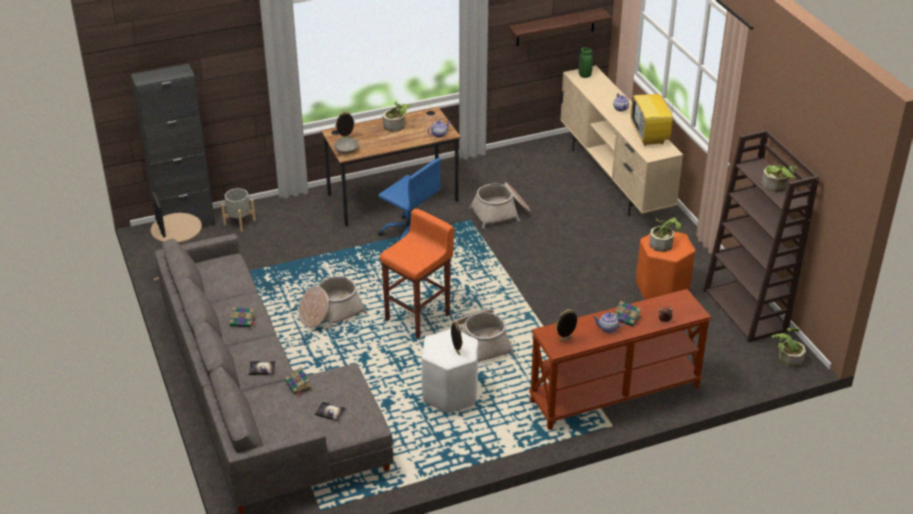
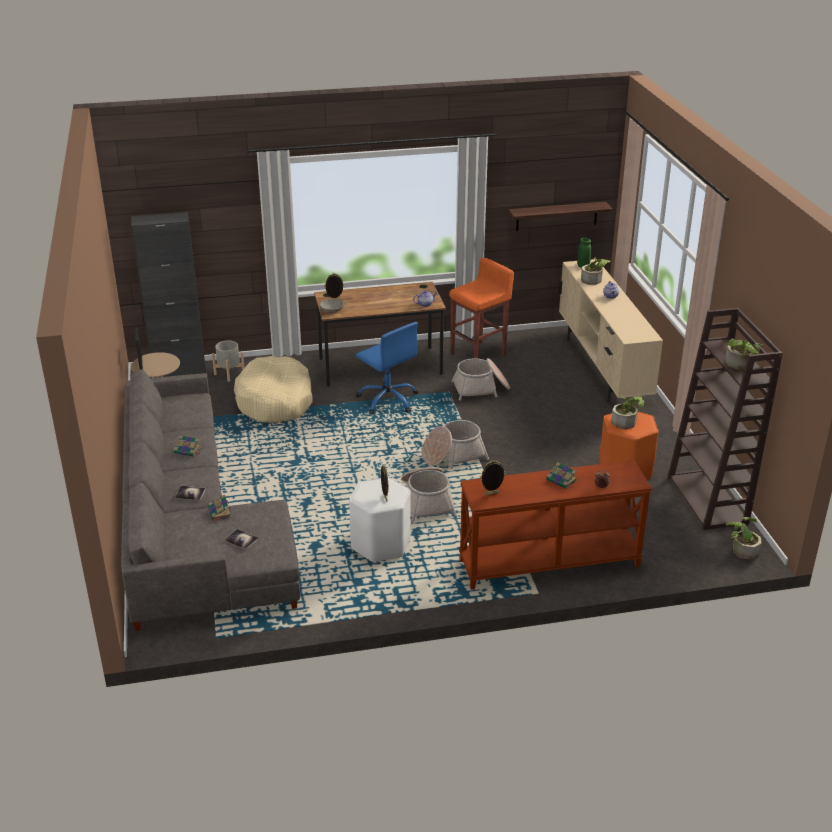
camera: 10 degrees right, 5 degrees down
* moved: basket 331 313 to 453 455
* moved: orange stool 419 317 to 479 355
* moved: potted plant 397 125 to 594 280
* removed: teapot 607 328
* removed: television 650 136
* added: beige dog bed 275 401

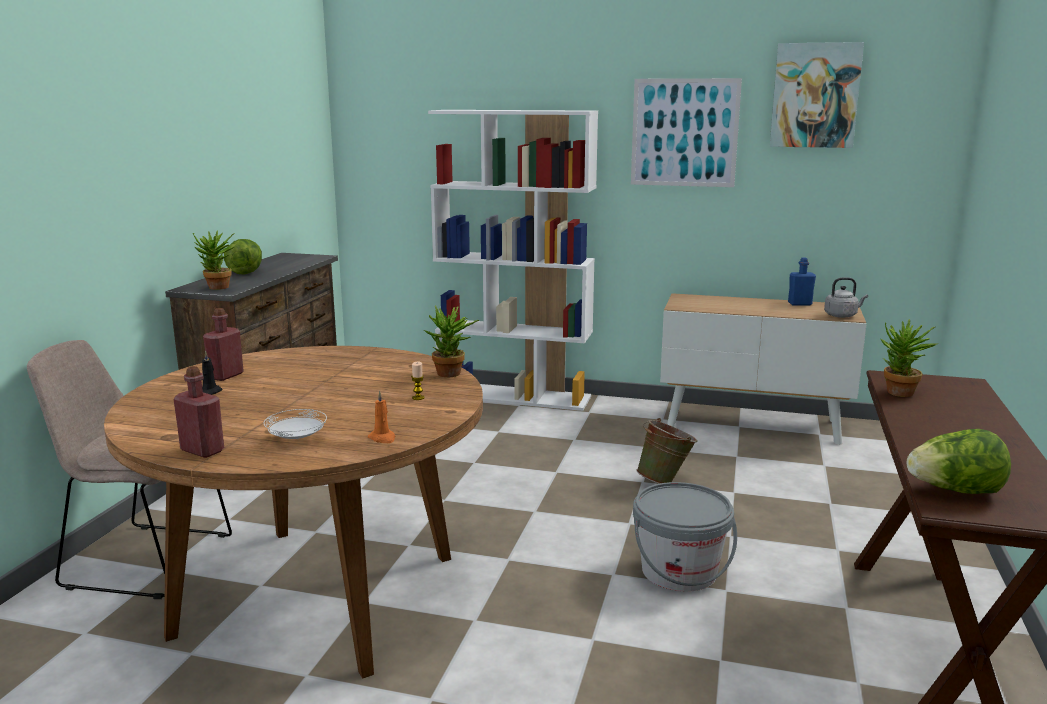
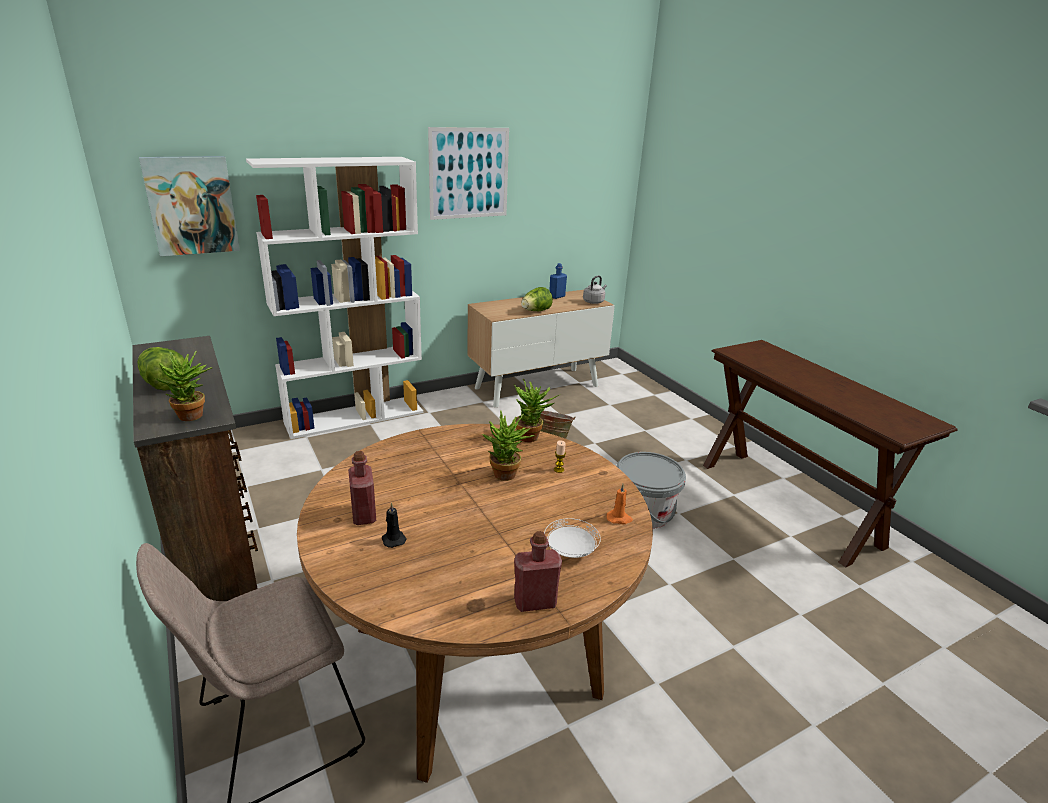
camera: 45 degrees left, 10 degrees up
* moved: picture 815 95 to 191 205
* moved: potted plant 900 394 to 506 477
* moved: lettuce 955 491 to 536 311

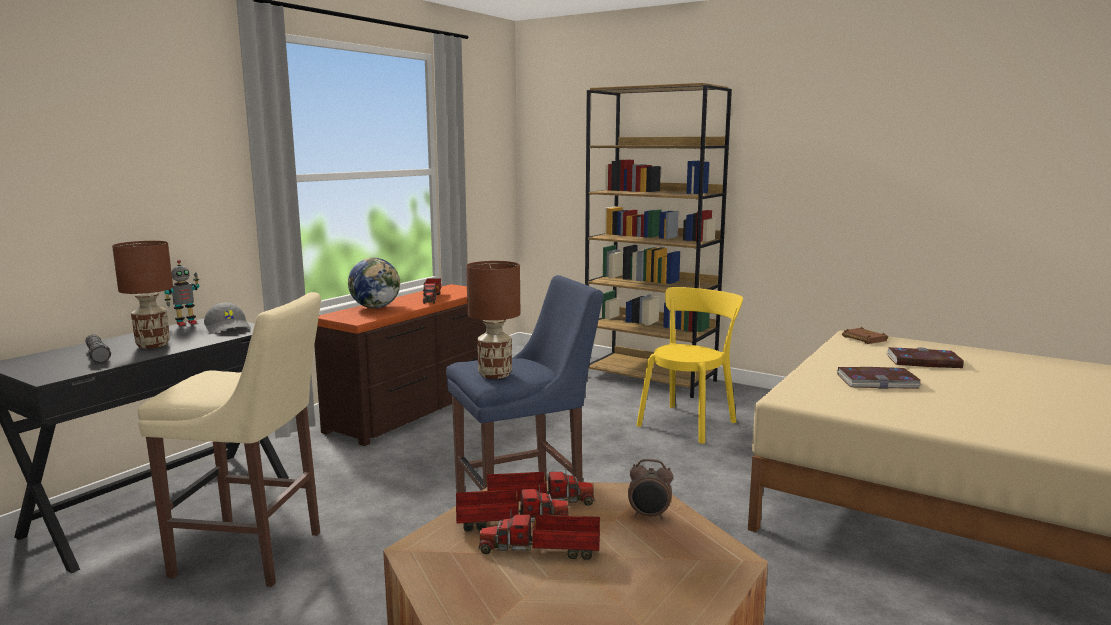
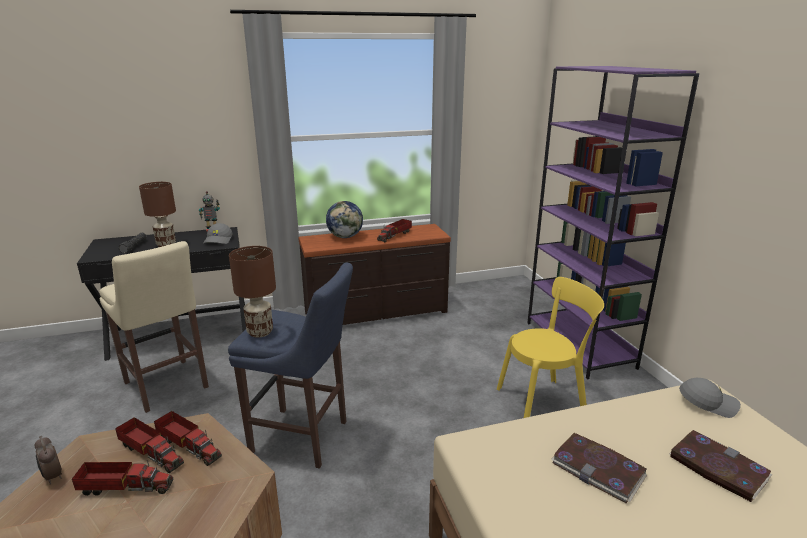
camera: 40 degrees right, 10 degrees up
* turned: toy truck 543 550 = 124 487 135 degrees clockwise
* recoloured: brown bookcase 650 379 to purple bookcase 579 344
* moved: alarm clock 649 516 to 53 476
* replaced: brown book 862 339 to grey cap 707 403

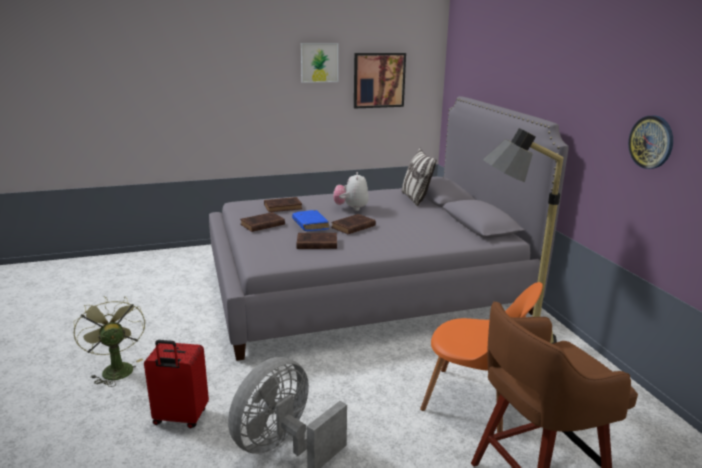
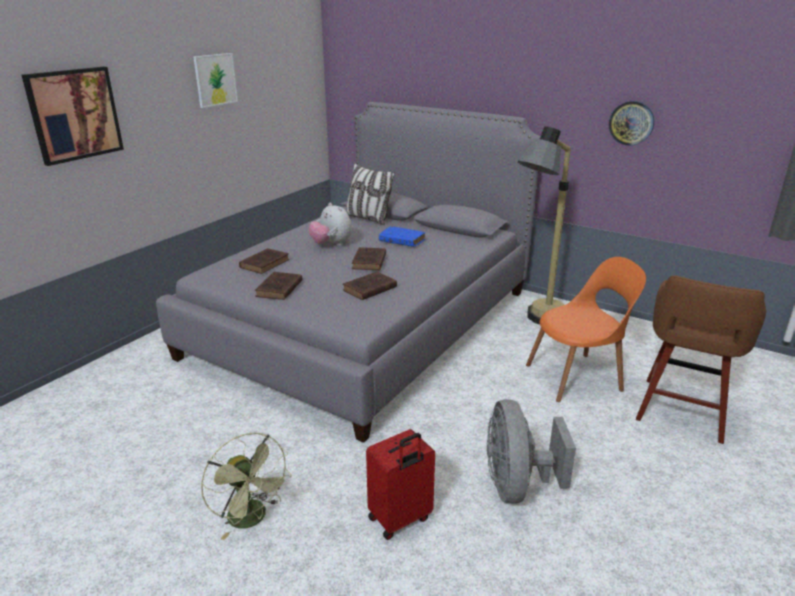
camera: 40 degrees left, 5 degrees up
* turned: green fan 115 368 = 252 519 150 degrees counterclockwise
* moved: blue book 310 225 to 402 241
* moved: picture 379 80 to 74 114

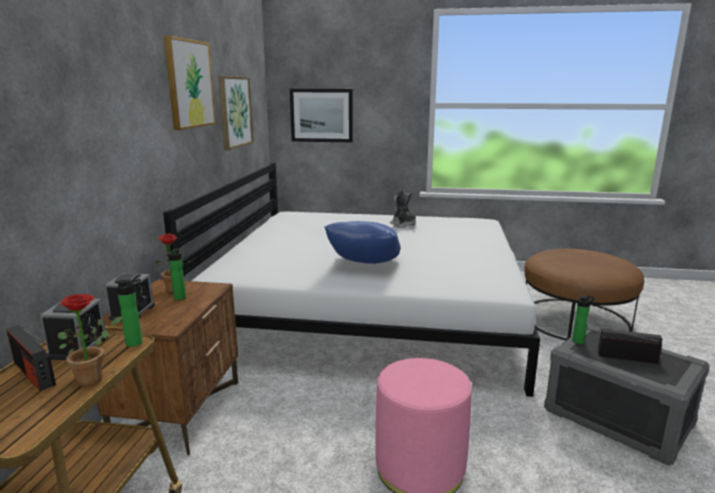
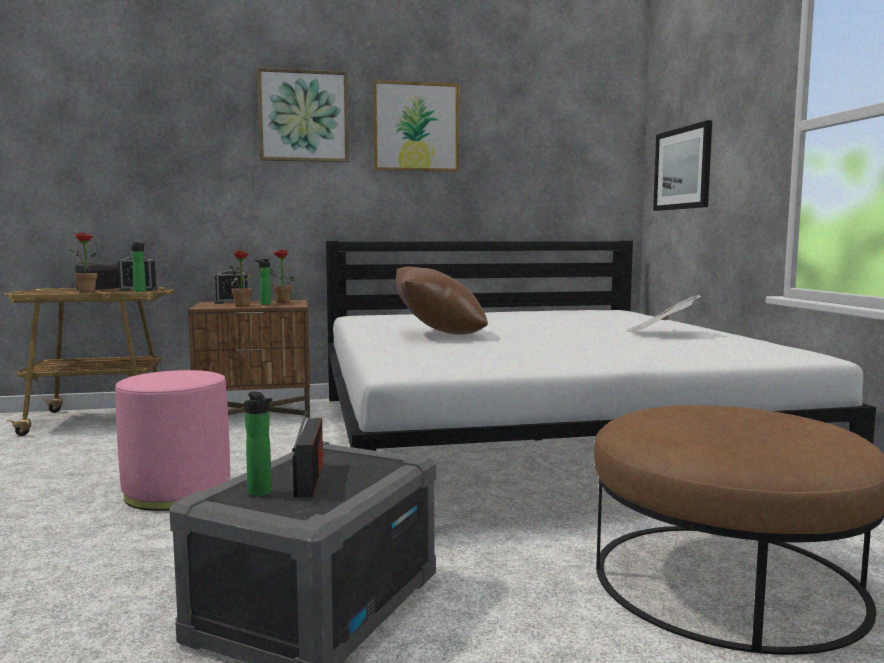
camera: 70 degrees right, 10 degrees down
* moved: picture 234 112 to 303 116
* recoloured: blue pillow 364 266 to brown pillow 438 334
* replaced: plush toy 403 225 to newspaper 660 333
* moved: bottle 579 341 to 261 493
* added: potted plant 245 306

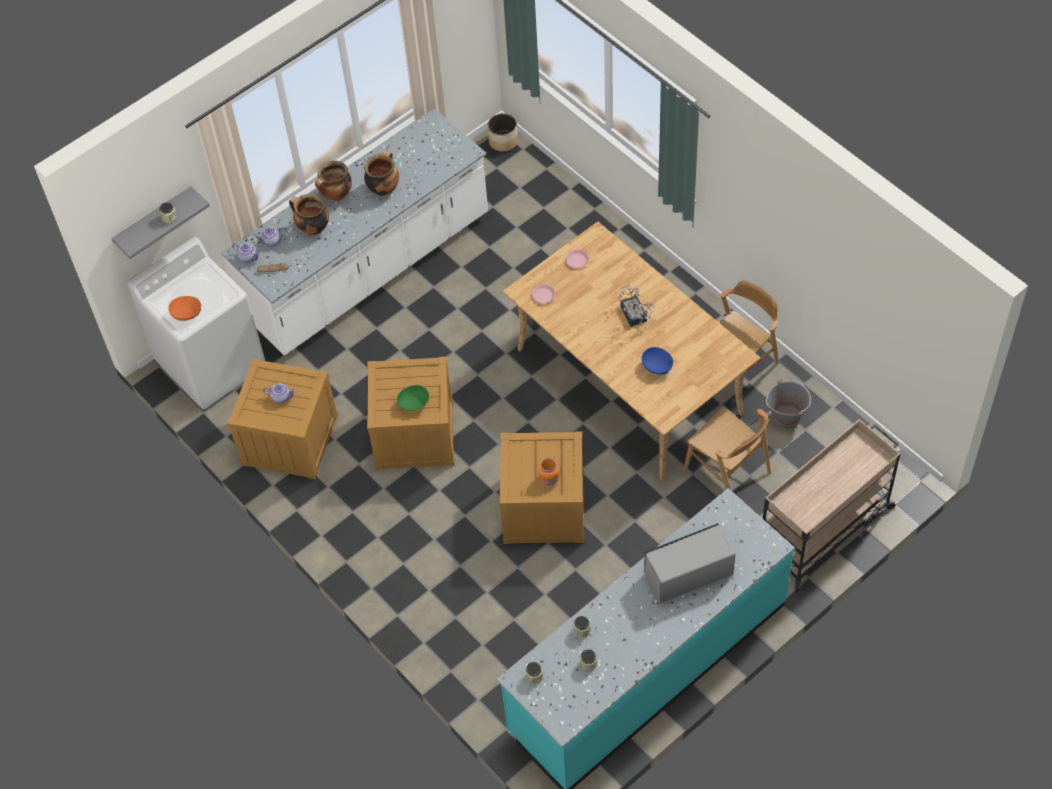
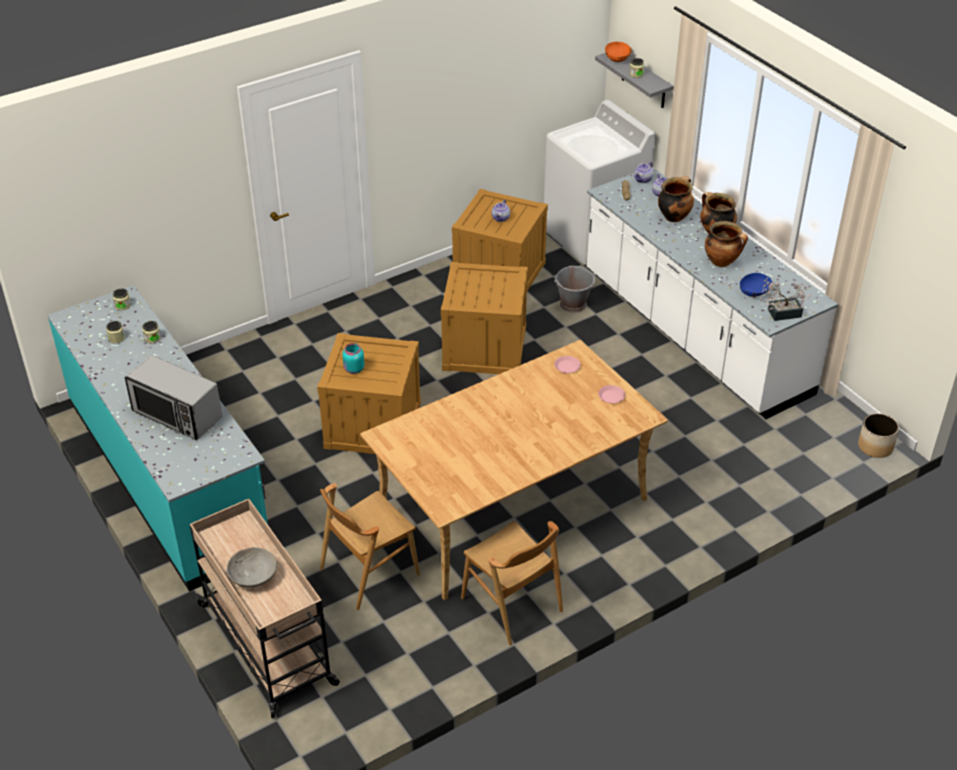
camera: 95 degrees right, 15 degrees down
* moved: orange bowl 187 313 to 617 59
* removed: green bowl 414 404
* recoloured: orange jar 550 479 to turquoise jar 353 369
* moved: potted plant 634 317 to 780 313
* moved: blue bowl 657 366 to 754 293
* turned: microwave 687 573 = 177 415 135 degrees clockwise
* moved: grey bucket 786 416 to 573 304
* added: grey bowl 253 576

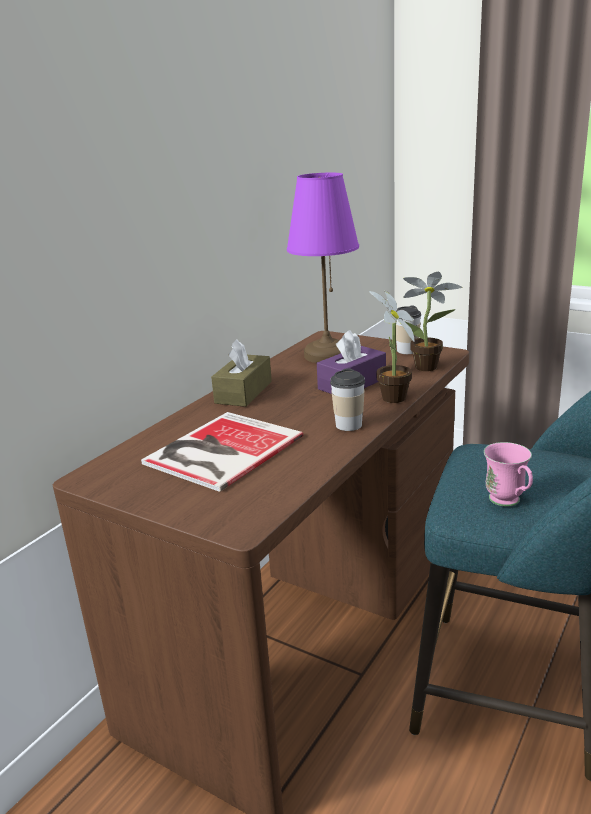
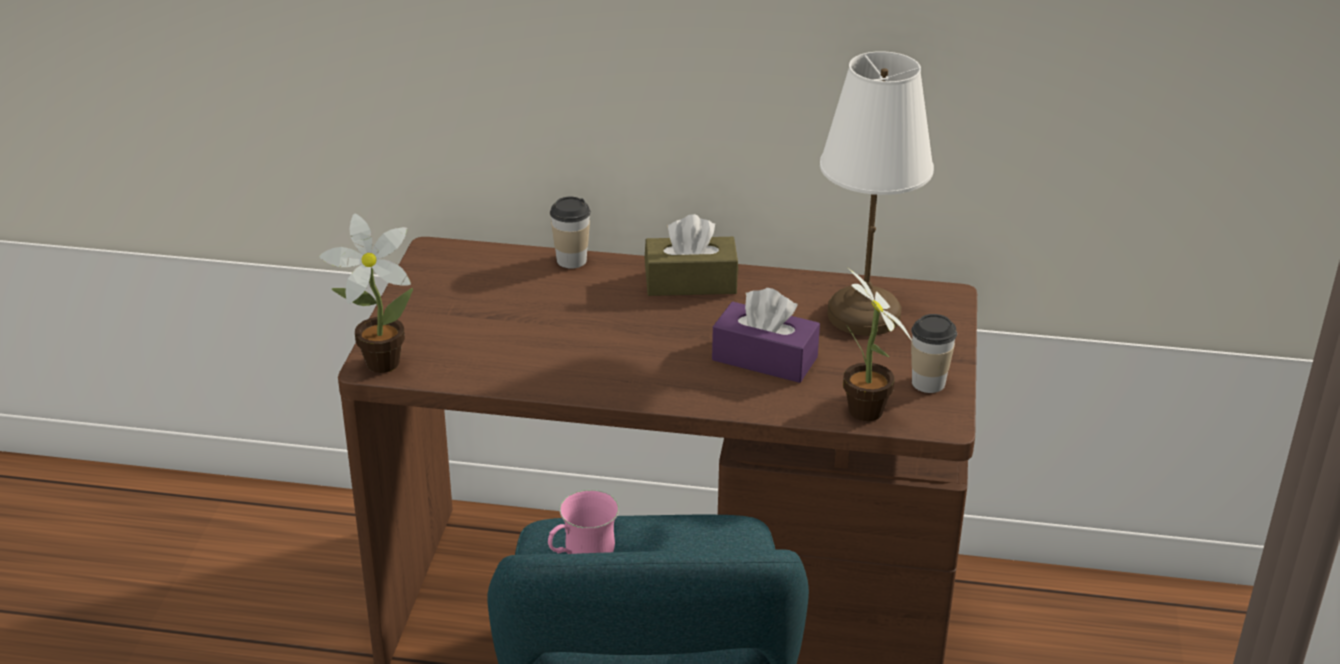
camera: 65 degrees right, 10 degrees up
* removed: book 219 451
* recoloured: purple table lamp 326 355 to white table lamp 862 314
* moved: cup 348 425 to 571 260
* moved: potted plant 392 400 to 376 362

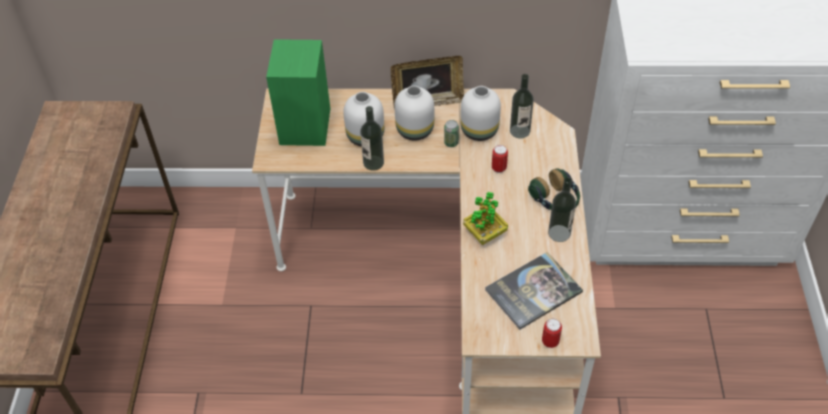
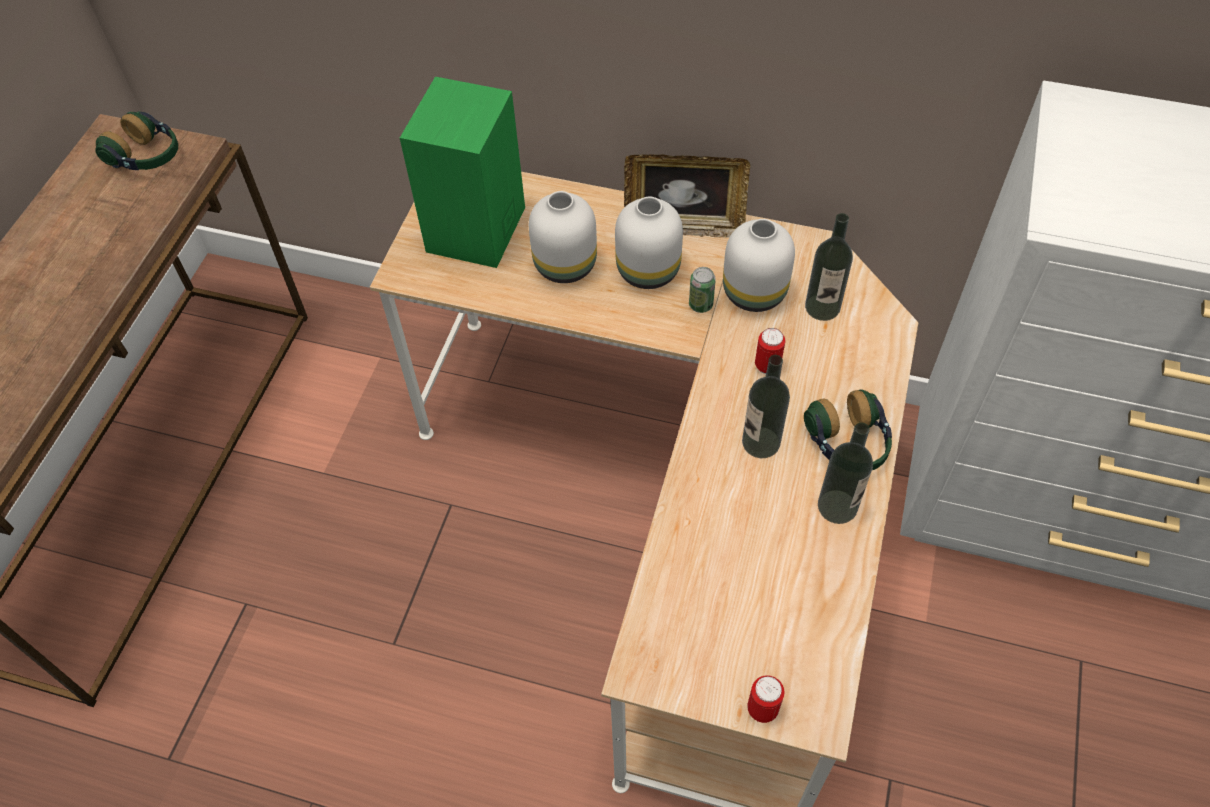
camera: 15 degrees right, 5 degrees up
* moved: bottle 373 163 to 761 442
* removed: potted plant 485 233
* removed: book 533 291
* added: headphones 147 157

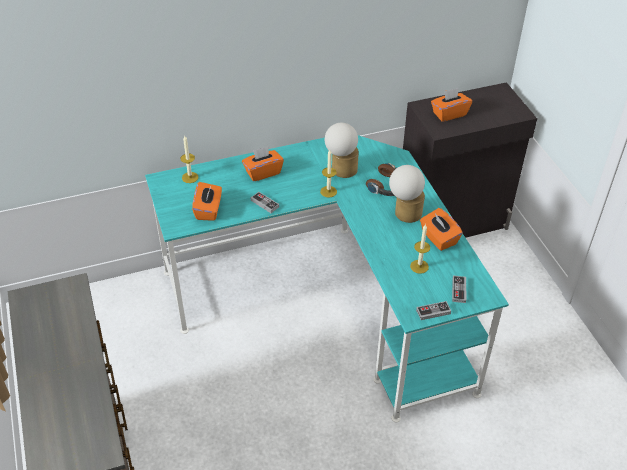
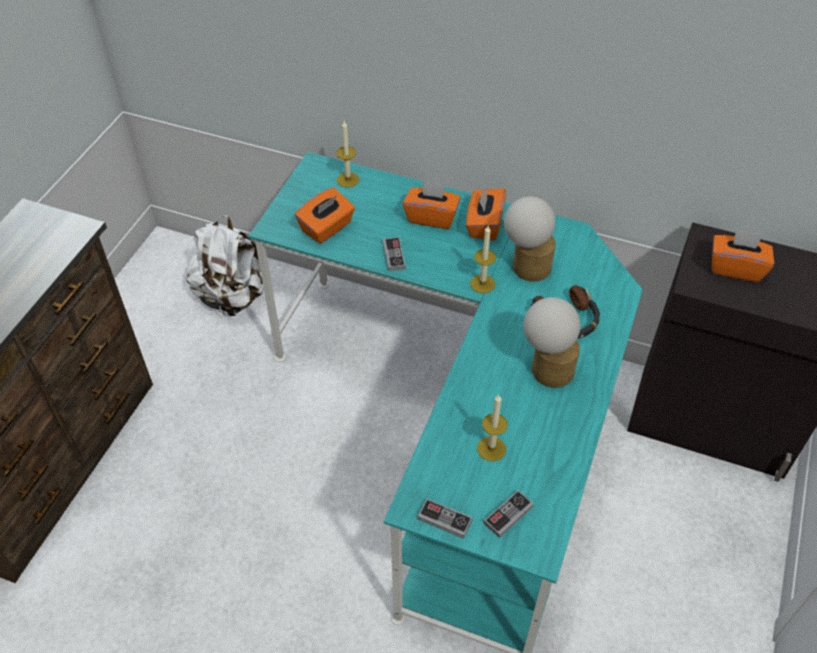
camera: 40 degrees right, 5 degrees up
* moved: orange tissue box 438 238 to 484 225
* added: white backpack 232 297

